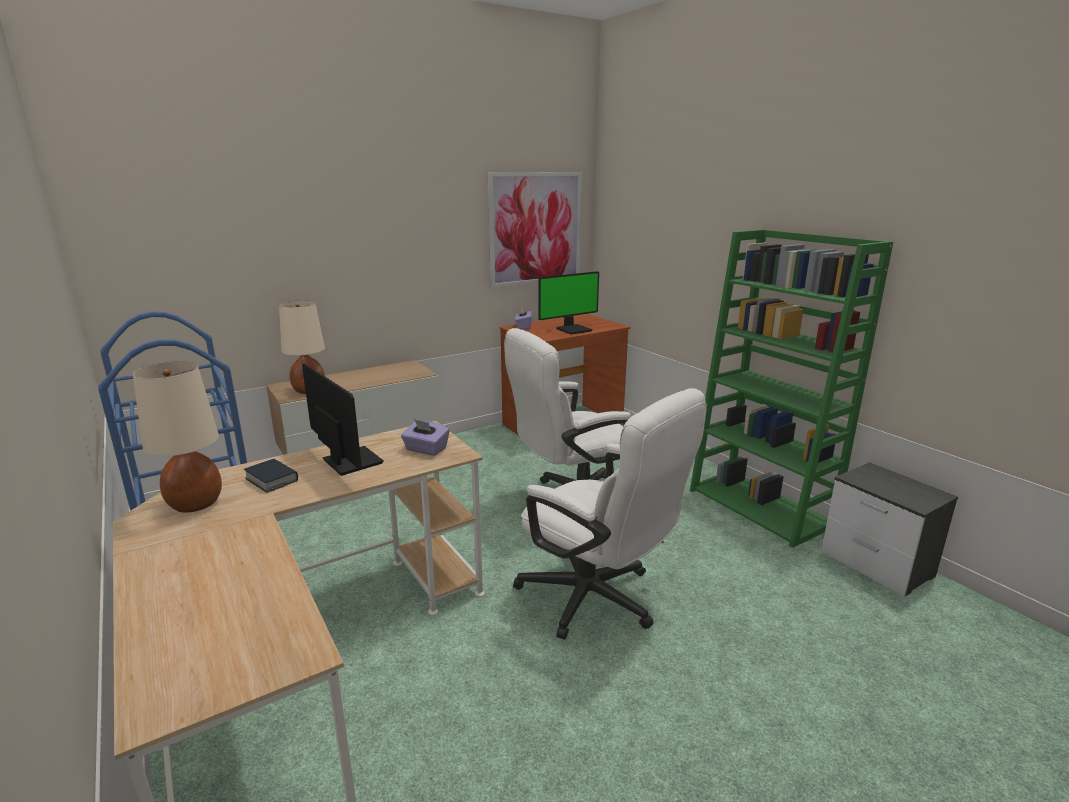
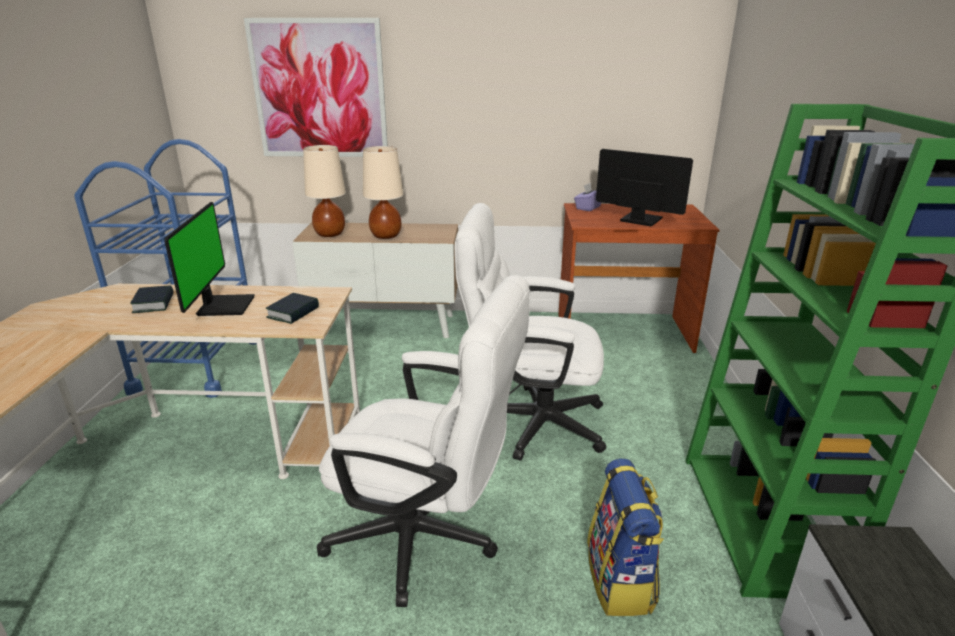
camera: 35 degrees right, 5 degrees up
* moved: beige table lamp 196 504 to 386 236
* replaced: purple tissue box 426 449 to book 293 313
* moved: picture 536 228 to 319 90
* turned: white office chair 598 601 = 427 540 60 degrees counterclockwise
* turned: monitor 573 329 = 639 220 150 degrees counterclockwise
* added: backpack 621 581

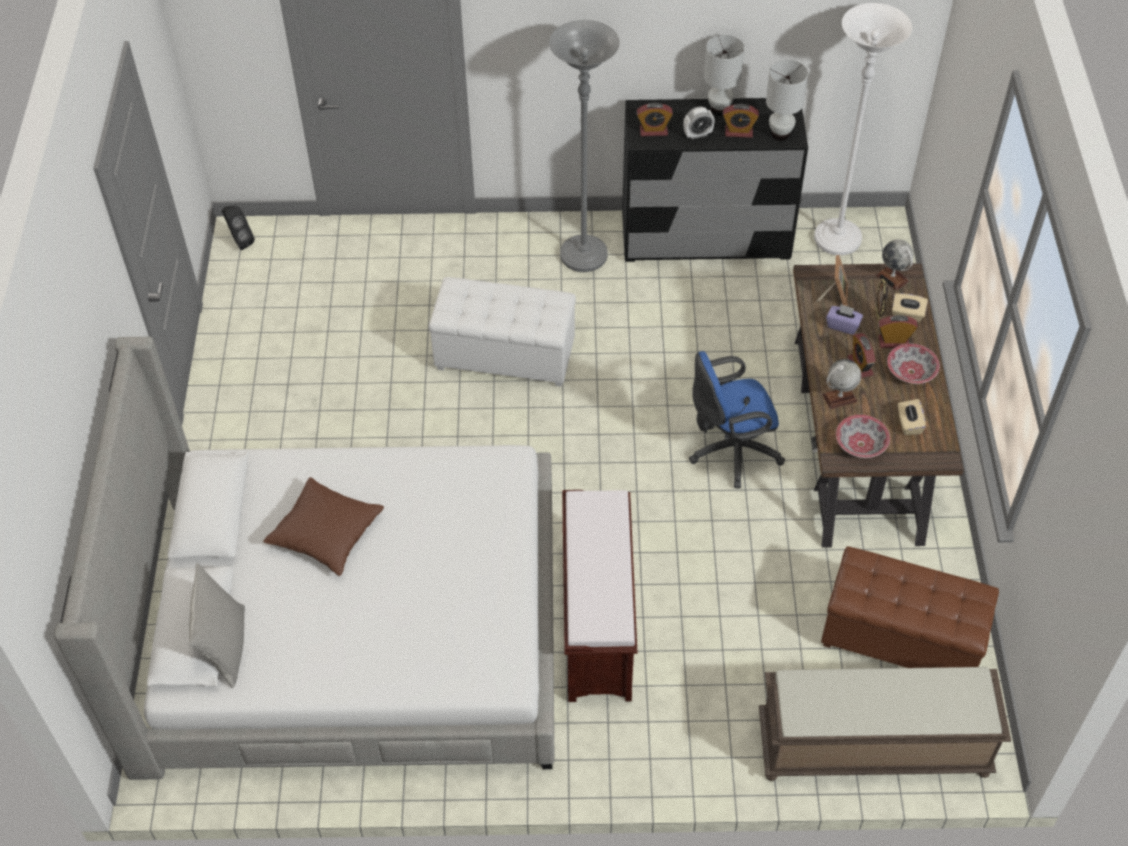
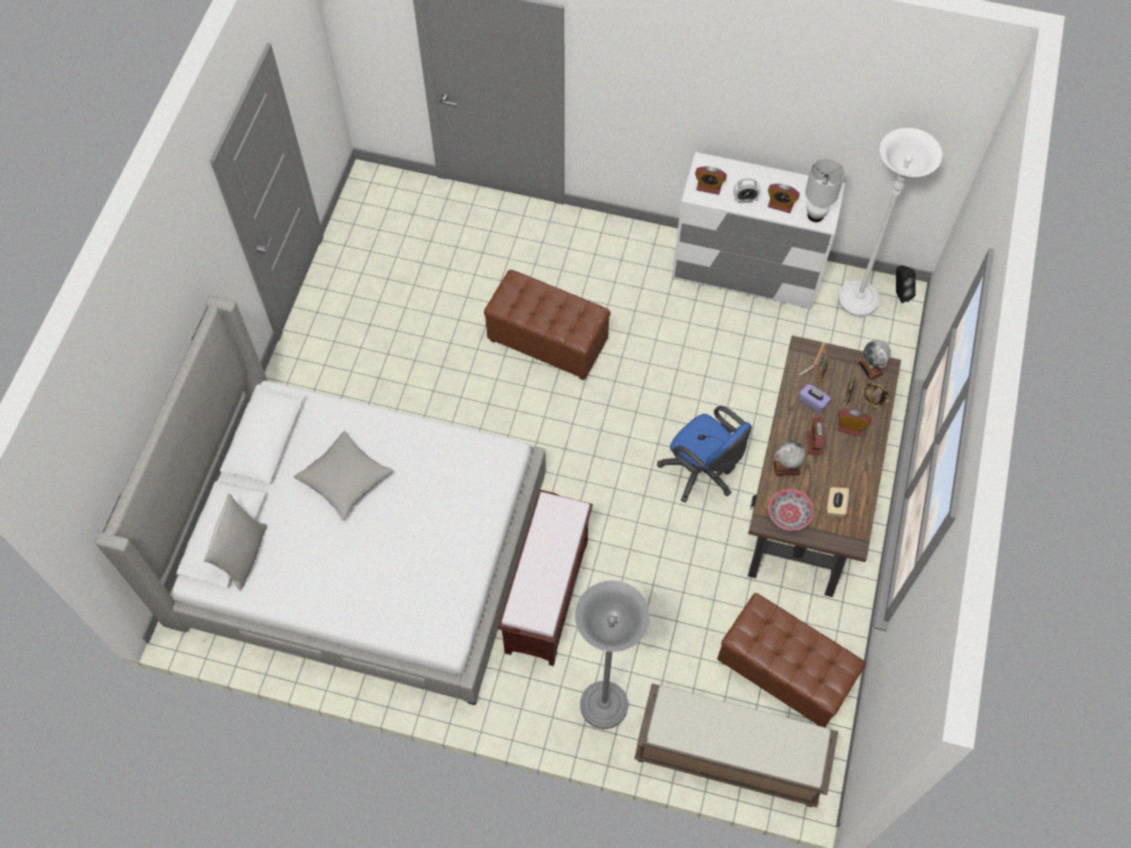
camera: 15 degrees right, 10 degrees up
* moved: black speaker 240 241 to 899 293
* recoloured: brown pillow 326 533 to grey pillow 345 480
* recoloured: white ottoman 505 355 to brown ottoman 548 341
* moved: grey floor lamp 583 256 to 603 705
* recoloured: black dresser 705 236 to white dresser 746 271
* turned: blue office chair 730 452 = 701 473 135 degrees counterclockwise
* removed: white table lamp 719 108
* removed: bowl 911 372
* replaced: beige tissue box 907 315 to picture frame 871 405

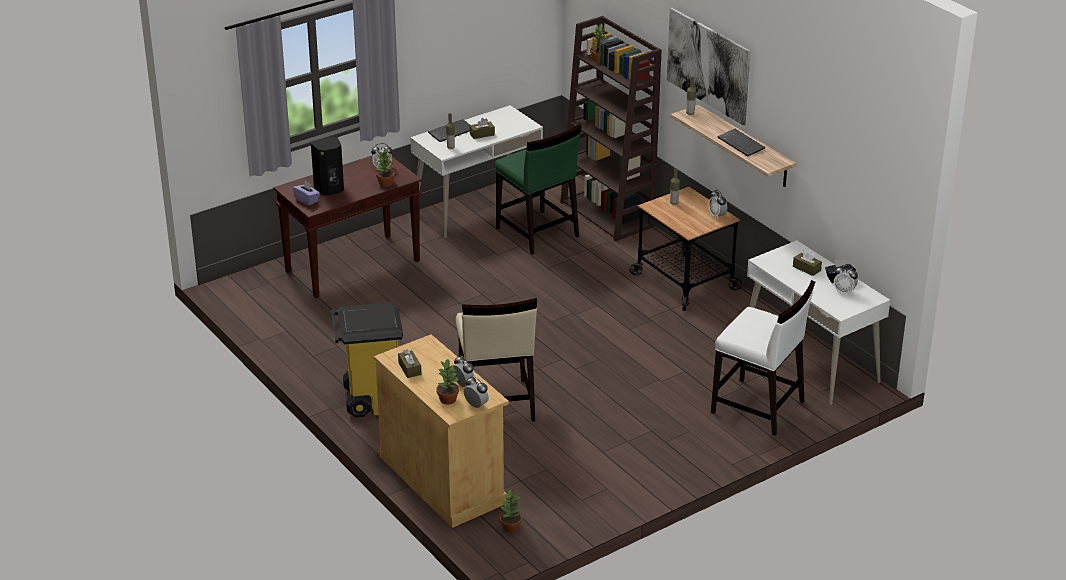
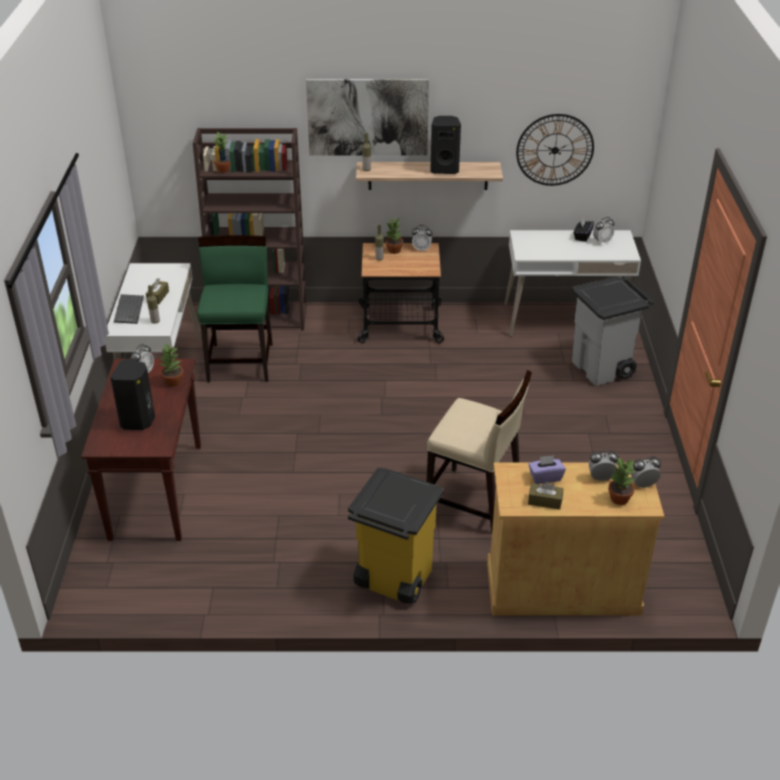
camera: 55 degrees left, 5 degrees up
* moved: purple tissue box 307 200 to 545 477
* turned: green chair 537 233 = 241 362 90 degrees counterclockwise
* moved: potted plant 510 528 to 394 250
* replaced: white chair 758 408 to grey trash can 602 368
* replaced: keyboard 742 144 to black speaker 444 169
* removed: brown tissue box 806 268
* added: wall clock 555 150

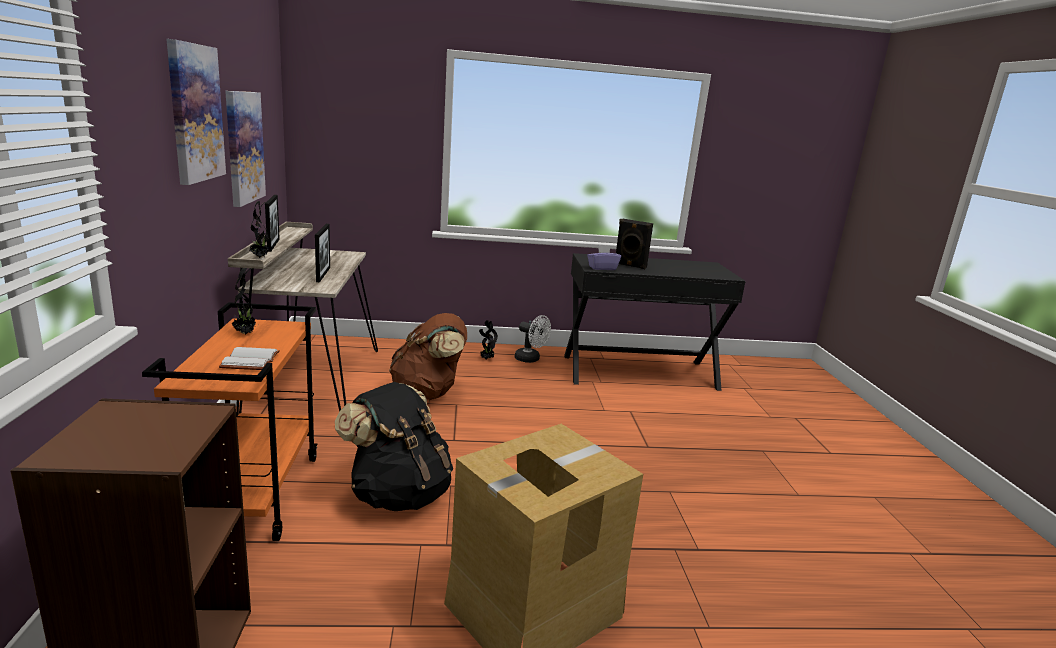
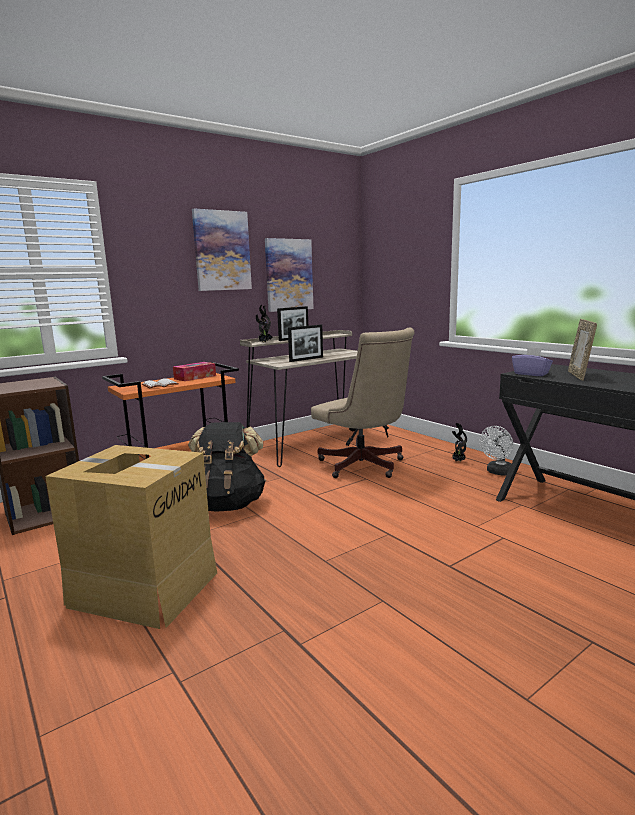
camera: 60 degrees right, 5 degrees down
* replaced: potted plant 245 333 to tissue box 195 377
* replaced: brown backpack 428 393 to beige office chair 364 467
* turned: white fan 530 359 = 498 472 45 degrees clockwise
* replaced: black speaker 630 265 to picture frame 579 376

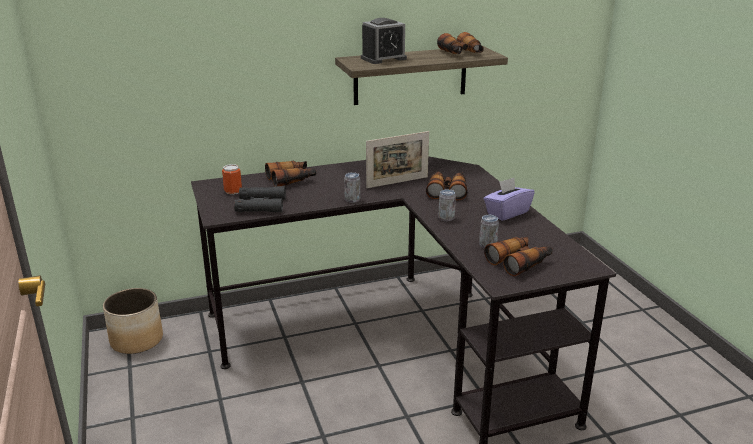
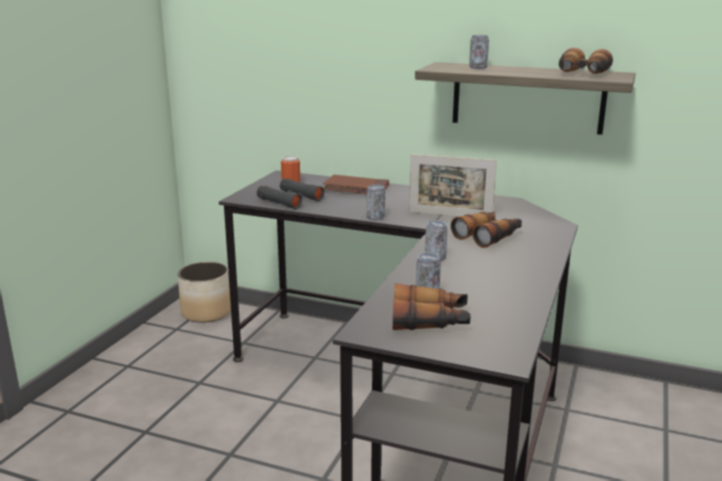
camera: 40 degrees right, 5 degrees down
* replaced: binoculars 291 179 to brown book 356 188
* replaced: alarm clock 383 58 to can 478 67
* removed: purple tissue box 507 213

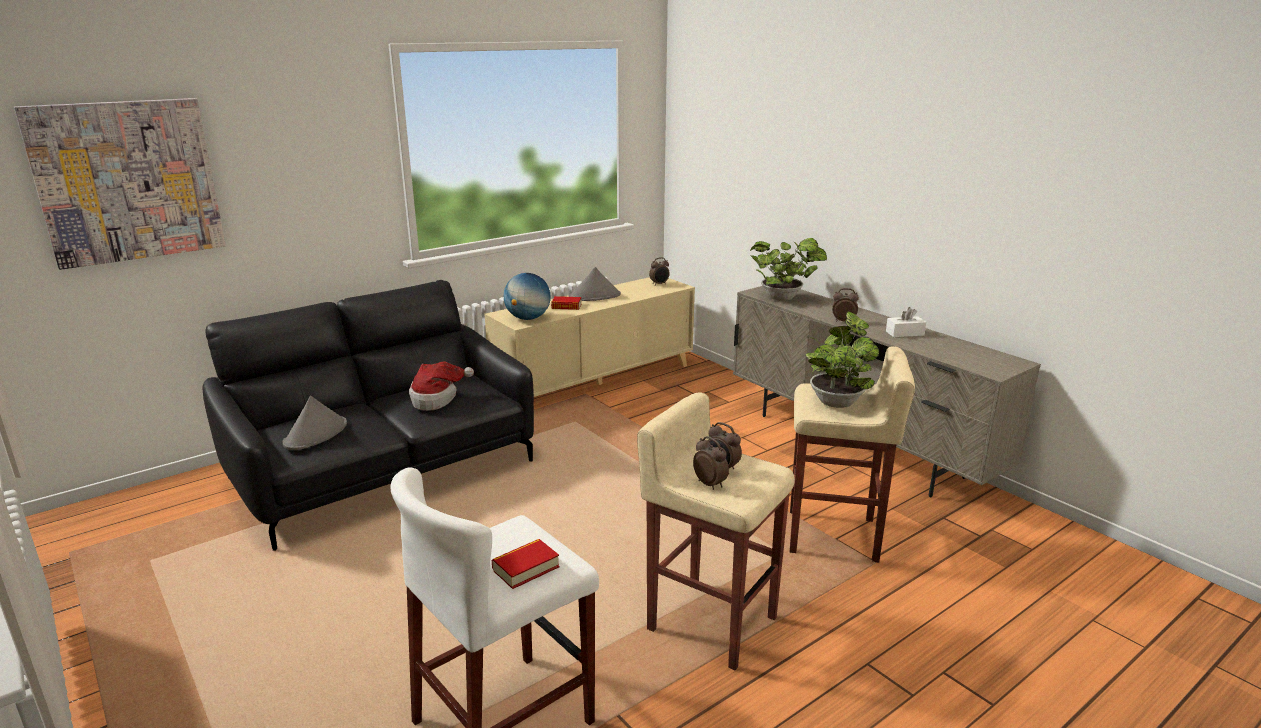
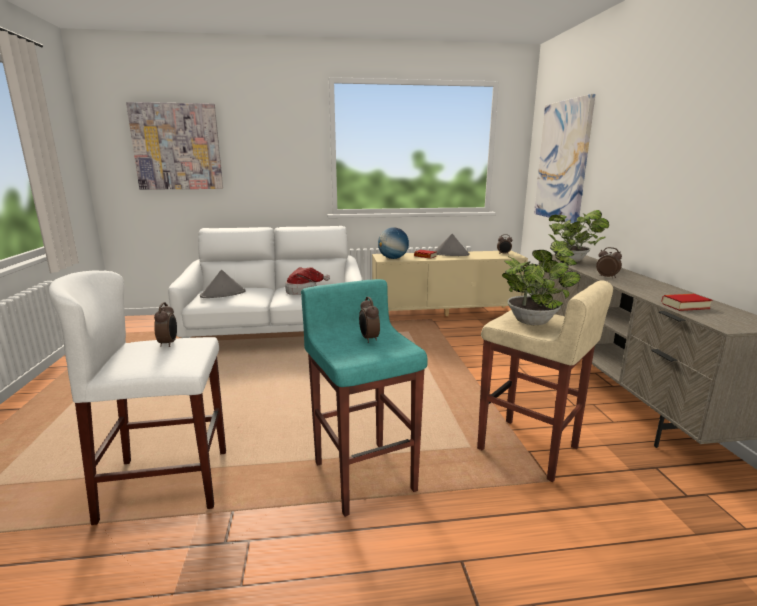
camera: 30 degrees right, 5 degrees down
* recoloured: black sofa 383 470 to white sofa 276 332
* moved: book 526 568 to 685 306
* recoloured: beige stool 711 622 to turquoise stool 364 475
* moved: alarm clock 710 484 to 169 343
* removed: white tissue box 904 333
* added: picture 562 161

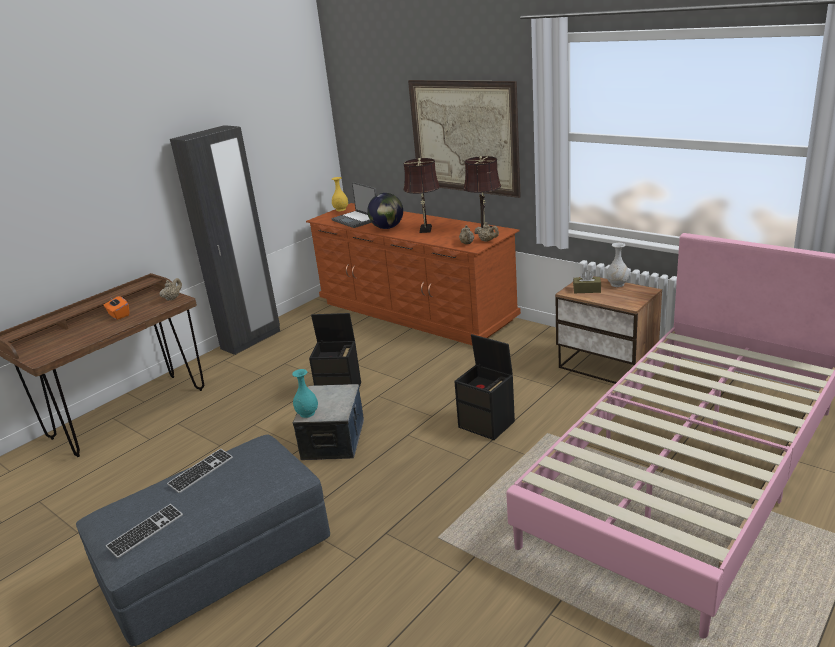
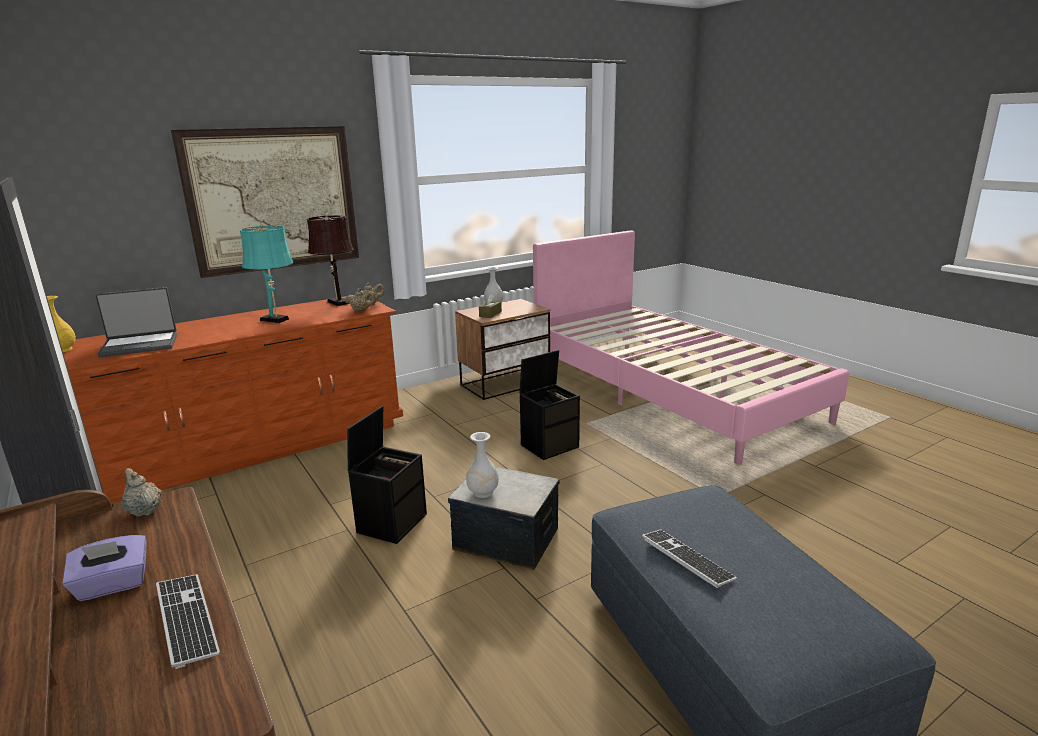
camera: 75 degrees left, 5 degrees down
* recoloured: orange tissue box 118 315 to purple tissue box 113 585
* moved: keyboard 146 532 to 187 620
* removed: turquoise vase 307 413
* removed: globe 387 228
* recoloured: brown table lamp 425 230 to turquoise table lamp 276 320
* added: white vase 482 493

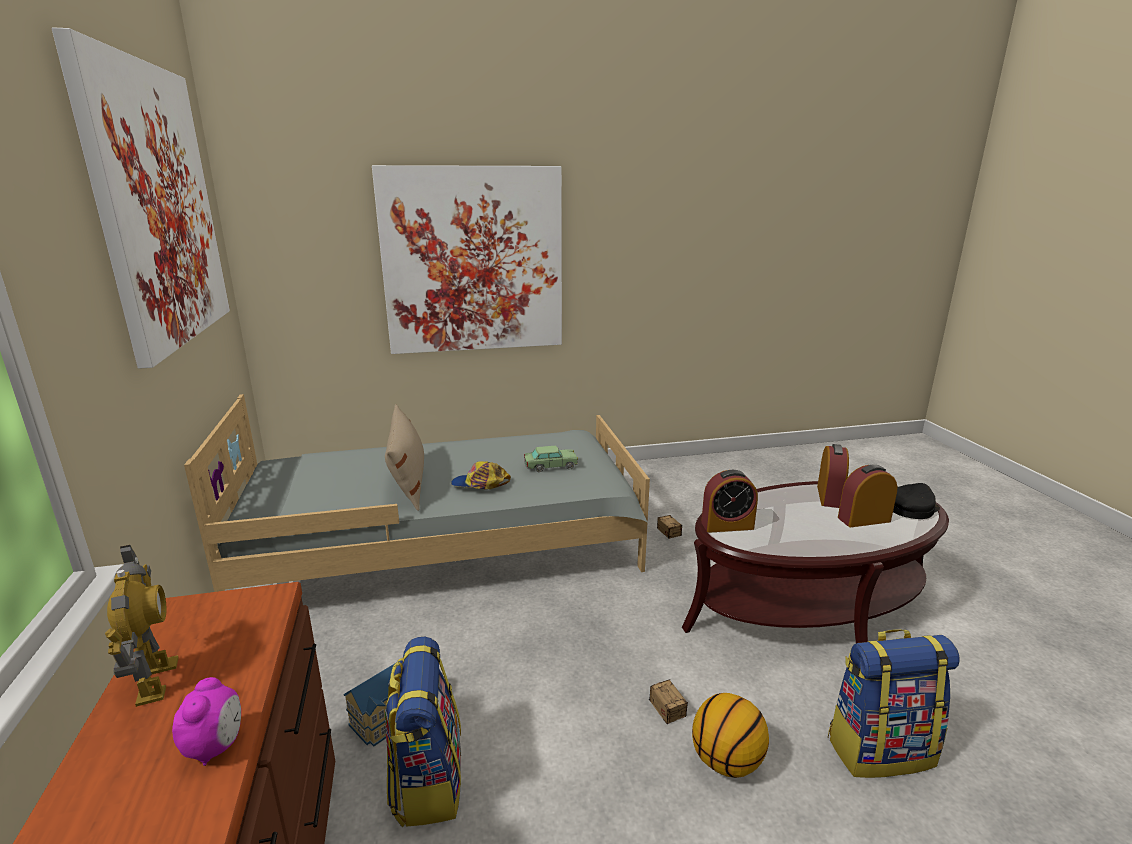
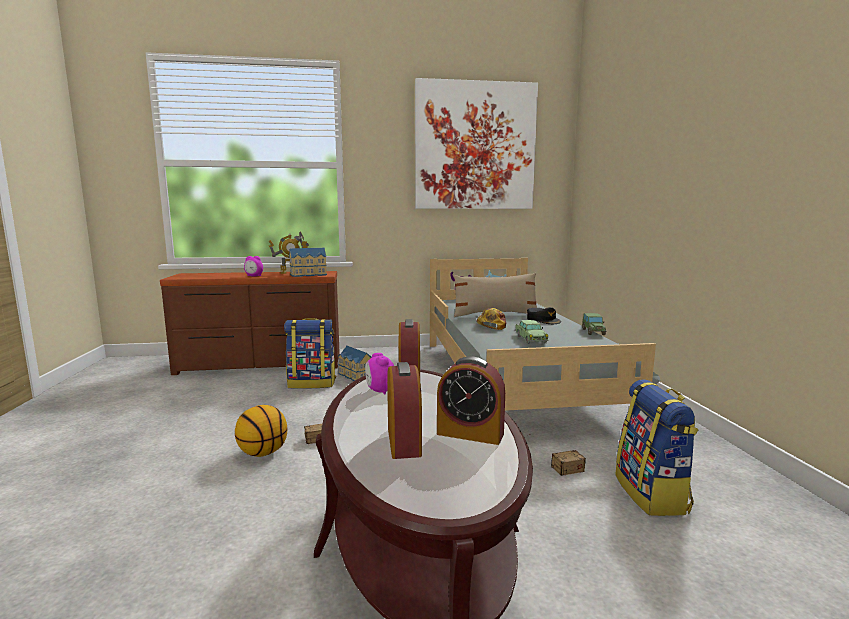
camera: 95 degrees right, 10 degrees down
* removed: picture 473 261
* moved: backpack 879 749 to 652 494
* moved: black cap 910 507 to 543 320
* added: toy house 309 275
* added: alarm clock 380 391
* added: toy car 593 332

